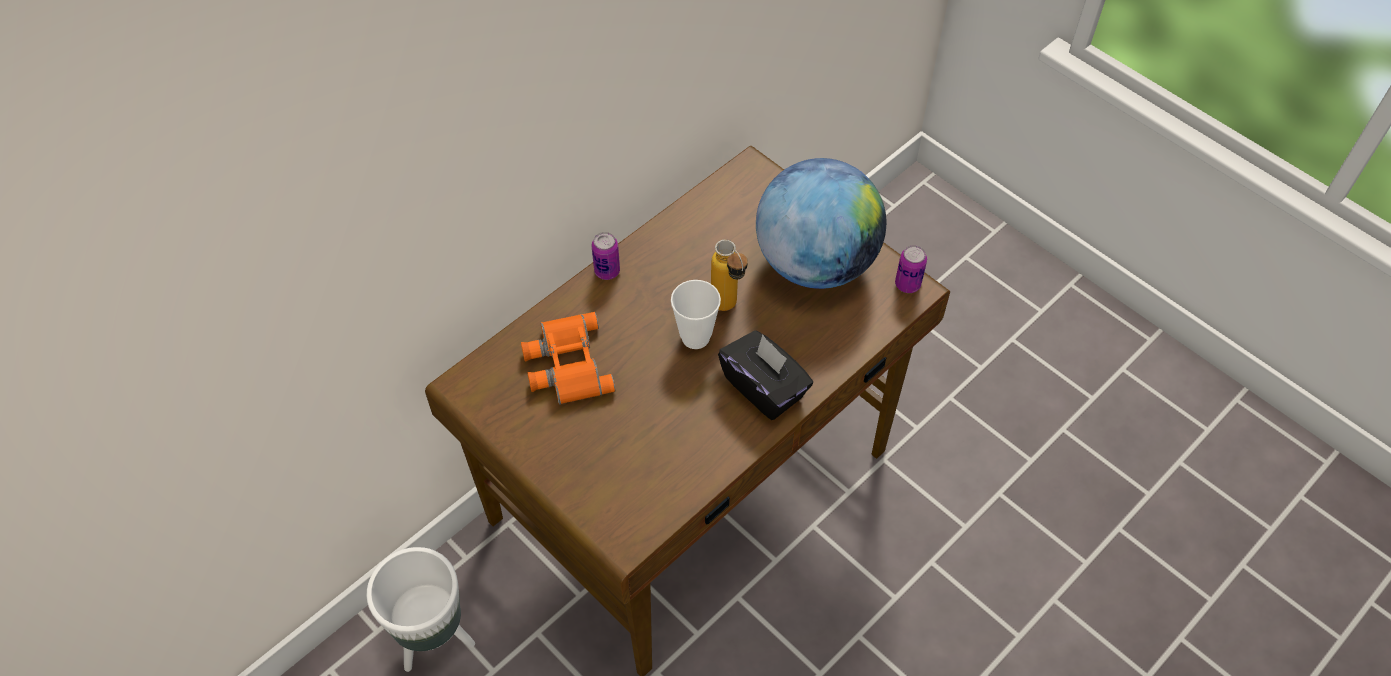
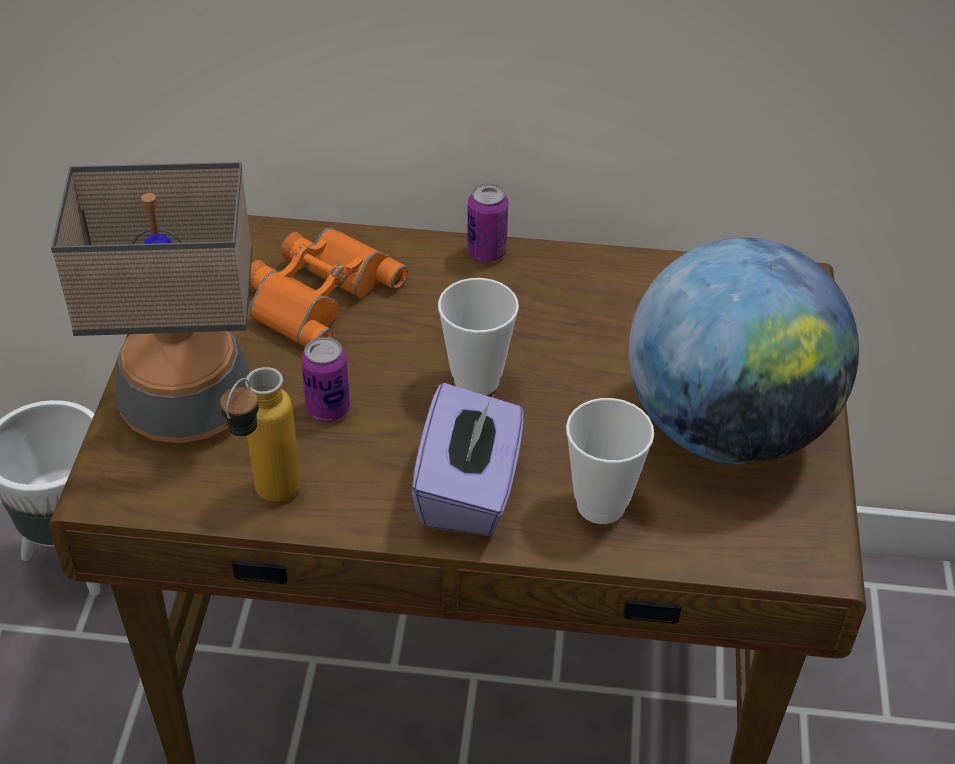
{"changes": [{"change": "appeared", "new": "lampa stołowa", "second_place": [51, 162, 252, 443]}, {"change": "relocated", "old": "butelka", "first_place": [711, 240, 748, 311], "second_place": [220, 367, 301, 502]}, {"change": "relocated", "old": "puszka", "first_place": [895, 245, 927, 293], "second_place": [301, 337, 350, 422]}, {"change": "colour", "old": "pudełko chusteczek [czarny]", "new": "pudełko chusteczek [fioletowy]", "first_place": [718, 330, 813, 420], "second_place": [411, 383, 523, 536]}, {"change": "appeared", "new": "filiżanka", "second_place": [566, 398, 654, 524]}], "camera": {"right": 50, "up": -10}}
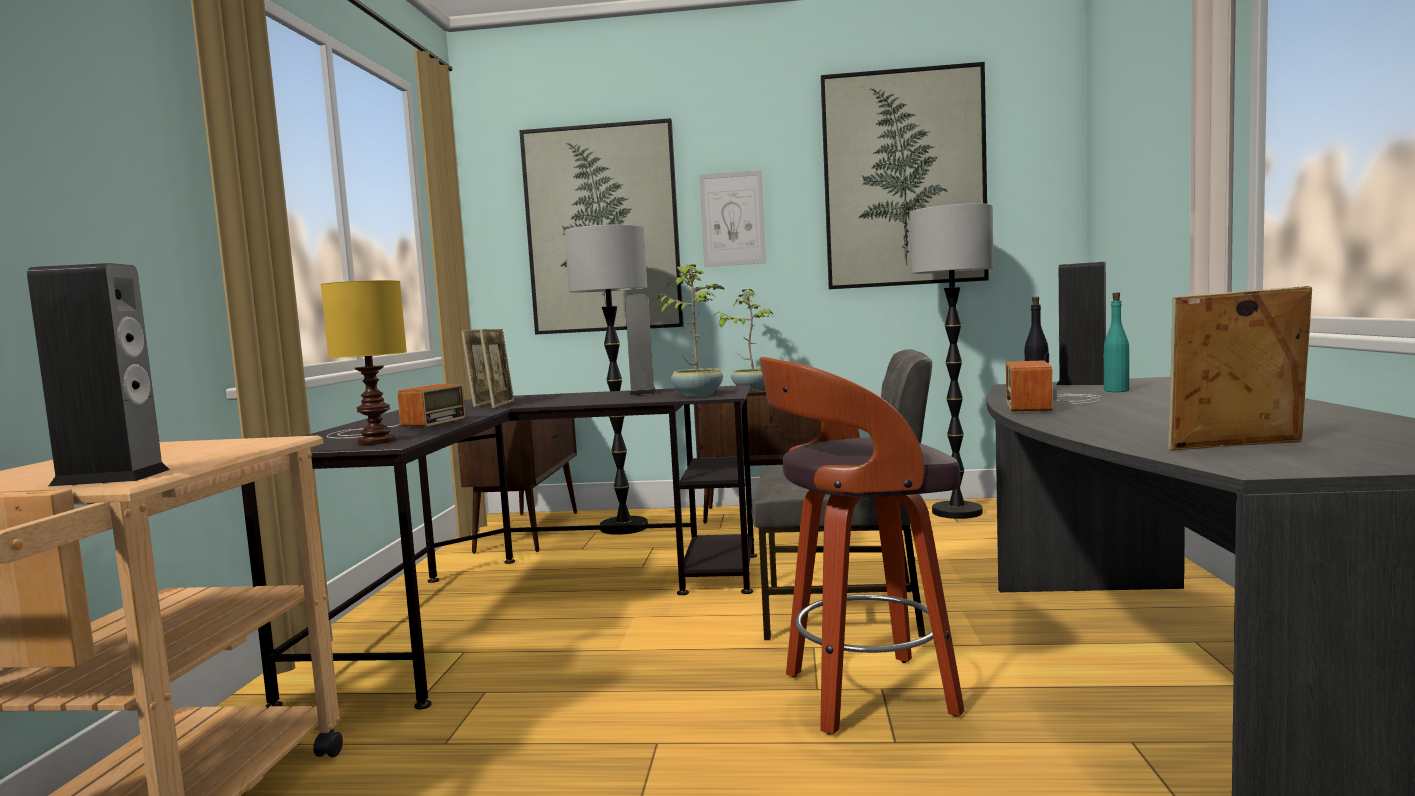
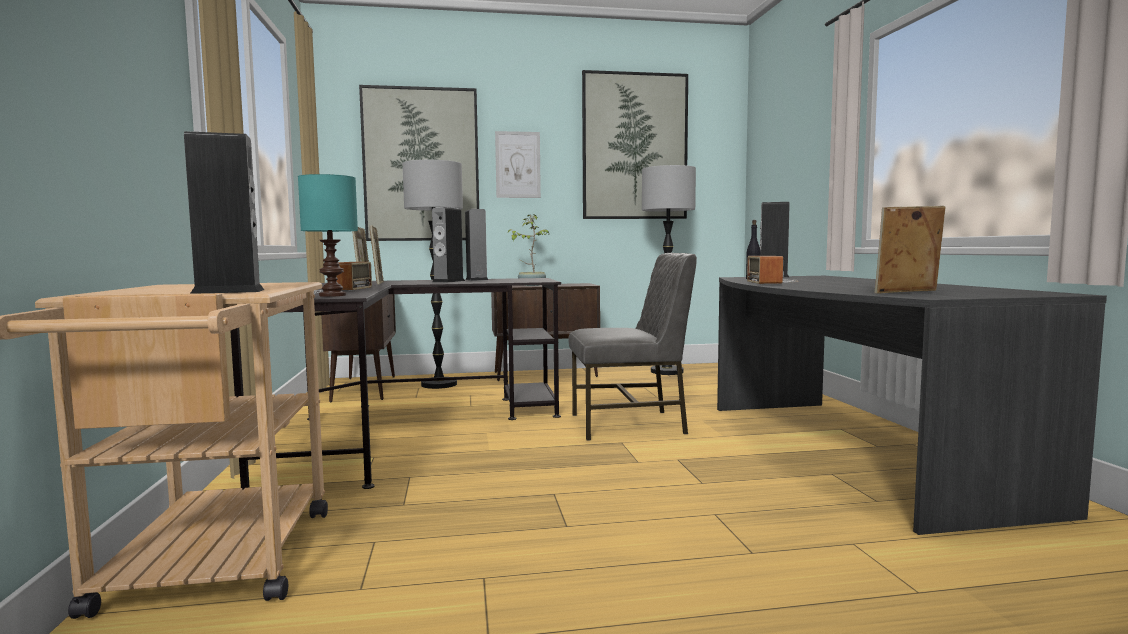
{"changes": [{"change": "colour", "old": "lampa stołowa [żółty]", "new": "lampa stołowa [turkusowy]", "first_place": [321, 280, 407, 445], "second_place": [298, 174, 358, 297]}, {"change": "appeared", "new": "głośnik", "second_place": [432, 207, 465, 282]}, {"change": "missing", "old": "roślina doniczkowa", "first_place": [656, 264, 725, 397]}, {"change": "missing", "old": "stołek", "first_place": [759, 357, 965, 735]}, {"change": "missing", "old": "butelka [turkusowy]", "first_place": [1103, 292, 1129, 392]}], "camera": {"right": -15, "up": 0}}
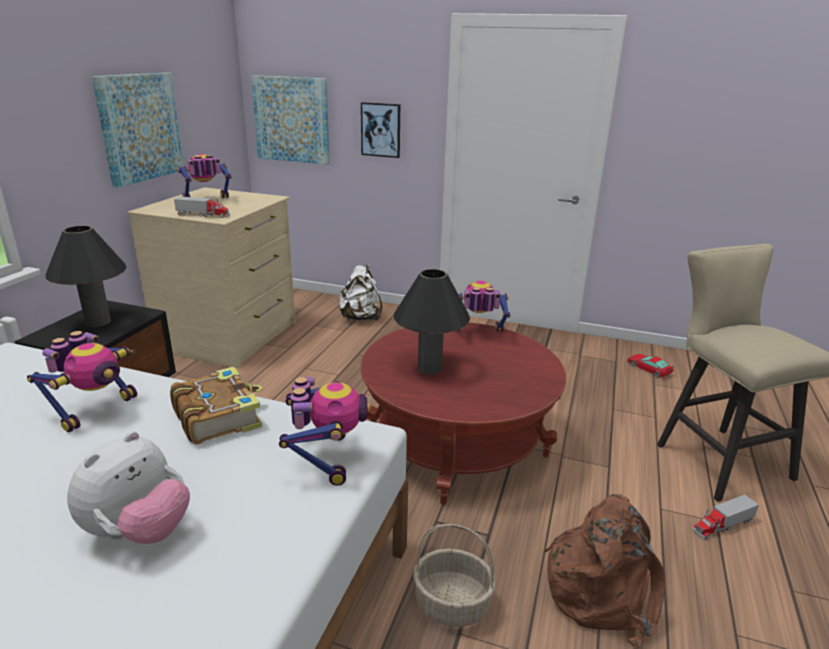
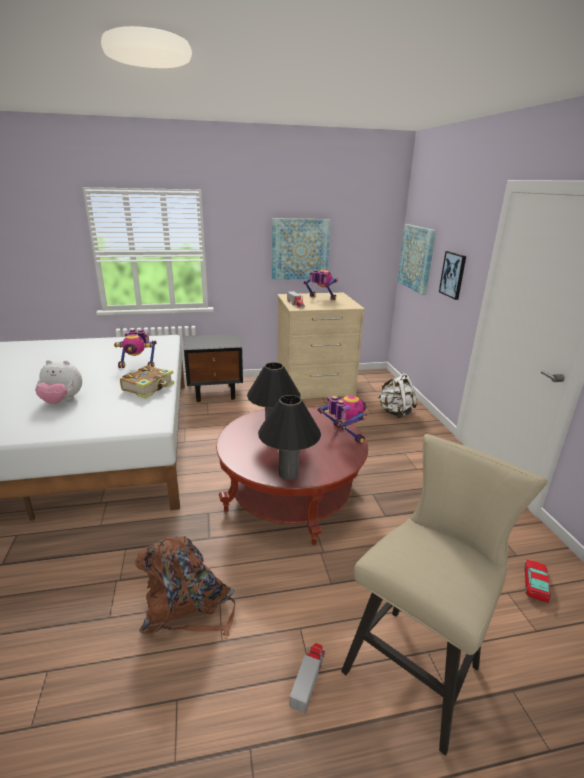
{"changes": [{"change": "relocated", "old": "lampa stołowa [czarny]", "first_place": [45, 226, 126, 327], "second_place": [258, 395, 321, 480]}, {"change": "spun", "old": "ciężarówka zabawkowa", "first_place": [692, 495, 759, 539], "second_place": [289, 643, 325, 713], "degrees": 75}, {"change": "missing", "old": "robot zabawkowy", "first_place": [279, 377, 370, 486]}, {"change": "missing", "old": "koszyk", "first_place": [413, 524, 496, 627]}], "camera": {"right": 60, "up": 0}}
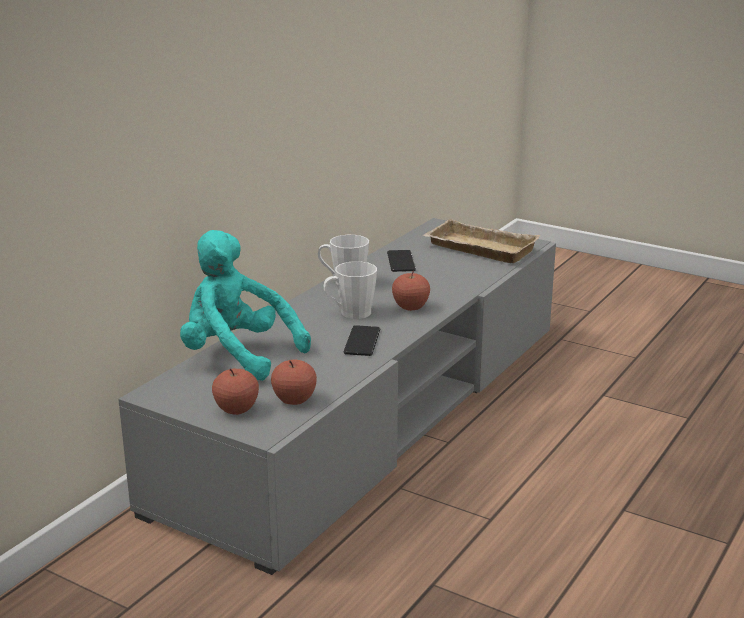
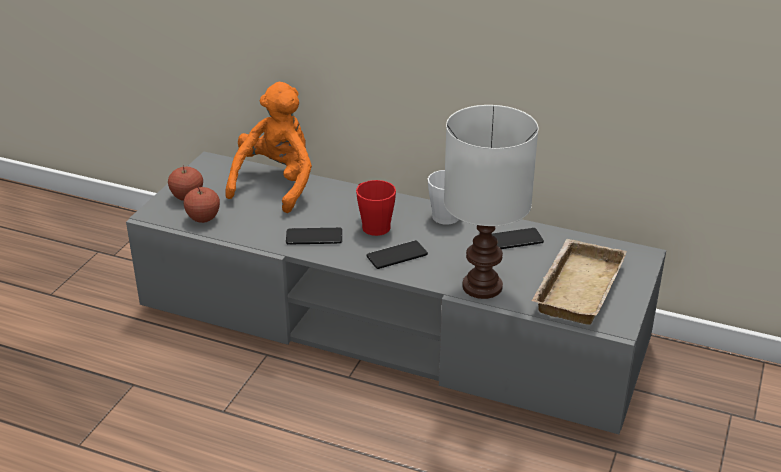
{"changes": [{"change": "colour", "old": "pluszak [turkusowy]", "new": "pluszak [pomarańczowy]", "first_place": [180, 230, 311, 381], "second_place": [225, 82, 312, 213]}, {"change": "colour", "old": "kubek [biały]", "new": "kubek [czerwony]", "first_place": [323, 261, 377, 319], "second_place": [356, 180, 396, 236]}, {"change": "exchanged", "old": "jabłko", "new": "telefon", "first_place": [392, 271, 430, 311], "second_place": [366, 240, 428, 269]}, {"change": "appeared", "new": "lampa stołowa [biały]", "second_place": [444, 105, 538, 299]}], "camera": {"right": 80, "up": 10}}
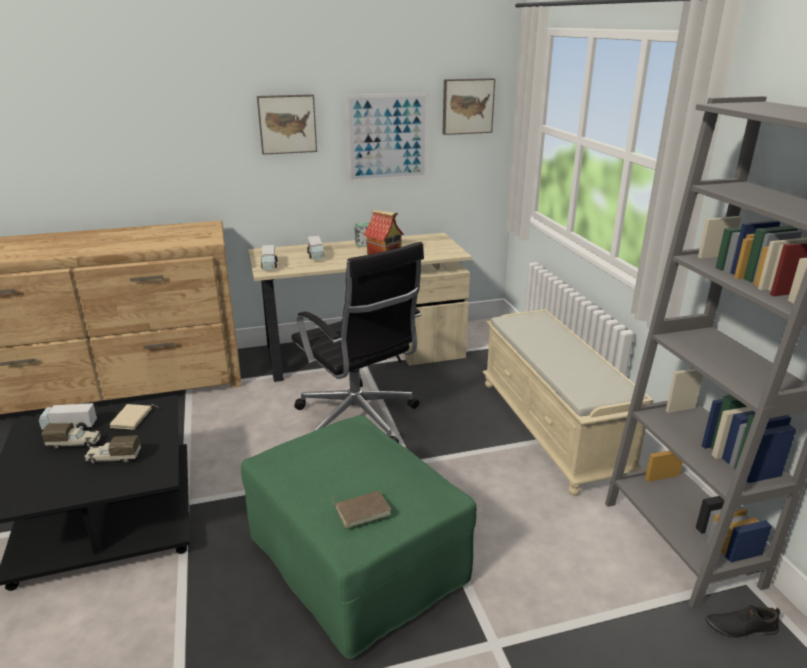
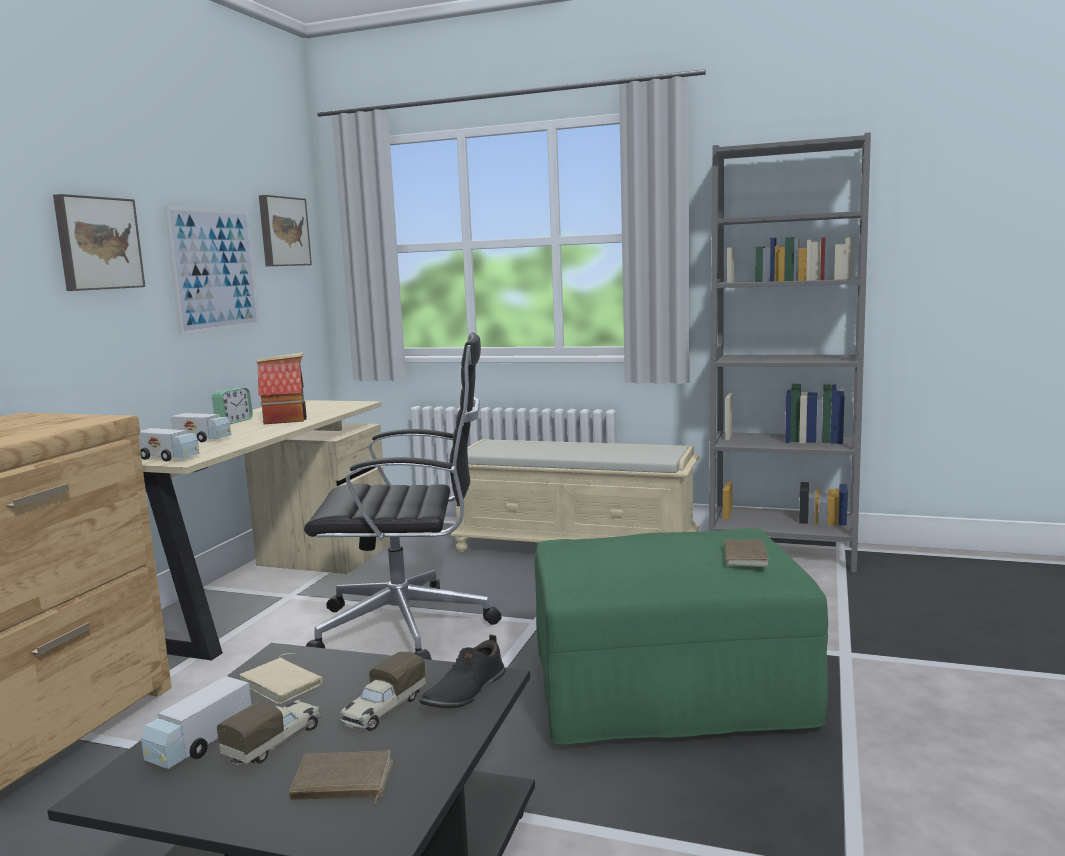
{"changes": [{"change": "appeared", "new": "książka [brązowy]", "second_place": [289, 751, 393, 803]}, {"change": "relocated", "old": "but [czarny]", "first_place": [706, 605, 781, 638], "second_place": [419, 634, 506, 708]}], "camera": {"right": -55, "up": -15}}
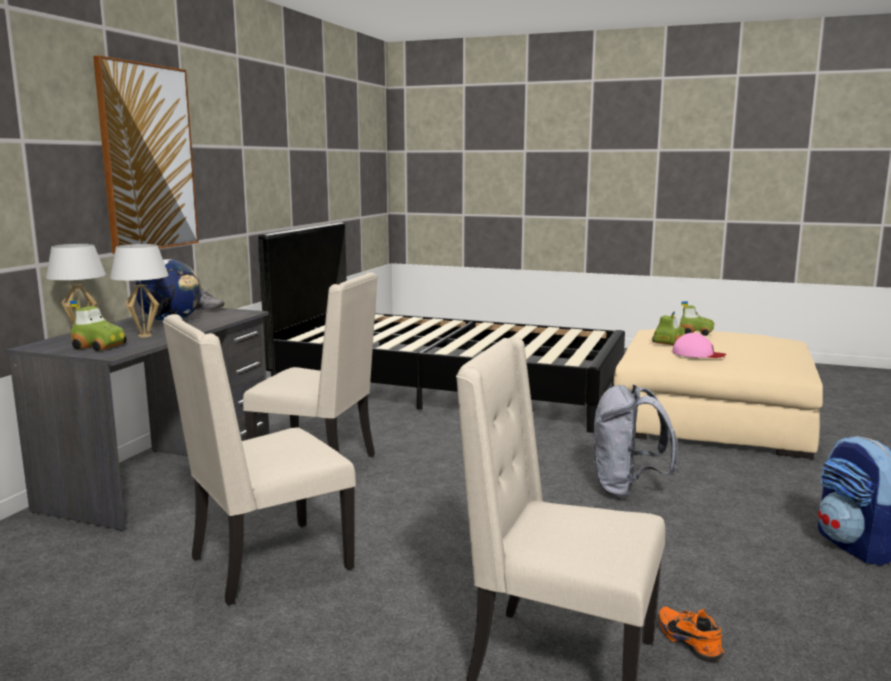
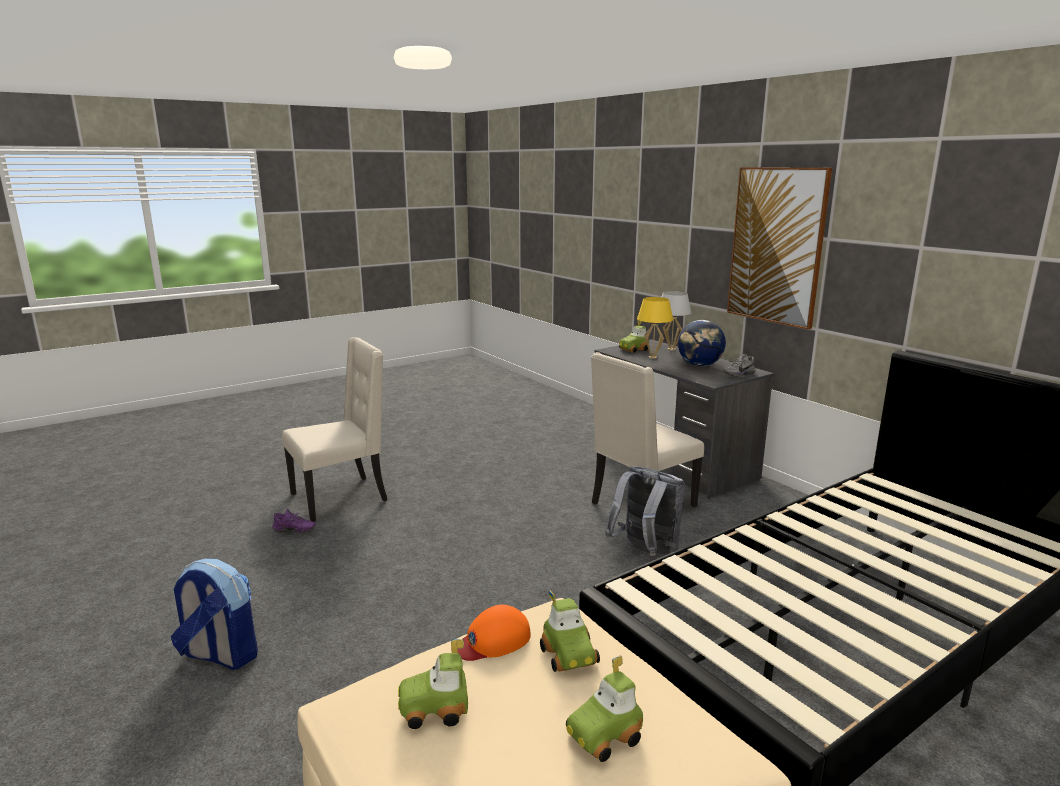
{"changes": [{"change": "colour", "old": "but [pomarańczowy]", "new": "but [fioletowy]", "first_place": [659, 607, 725, 662], "second_place": [272, 509, 316, 533]}, {"change": "appeared", "new": "samochodzik", "second_place": [398, 639, 468, 729]}, {"change": "colour", "old": "czapka z daszkiem [różowy]", "new": "czapka z daszkiem [pomarańczowy]", "first_place": [672, 333, 726, 358], "second_place": [451, 605, 531, 661]}, {"change": "relocated", "old": "plecak [szary]", "first_place": [593, 385, 678, 498], "second_place": [605, 466, 685, 558]}, {"change": "colour", "old": "lampa stołowa [biały]", "new": "lampa stołowa [żółty]", "first_place": [110, 244, 169, 338], "second_place": [637, 297, 673, 359]}, {"change": "missing", "old": "krzesło [beżowy]", "first_place": [163, 314, 356, 605]}], "camera": {"right": 125, "up": 5}}
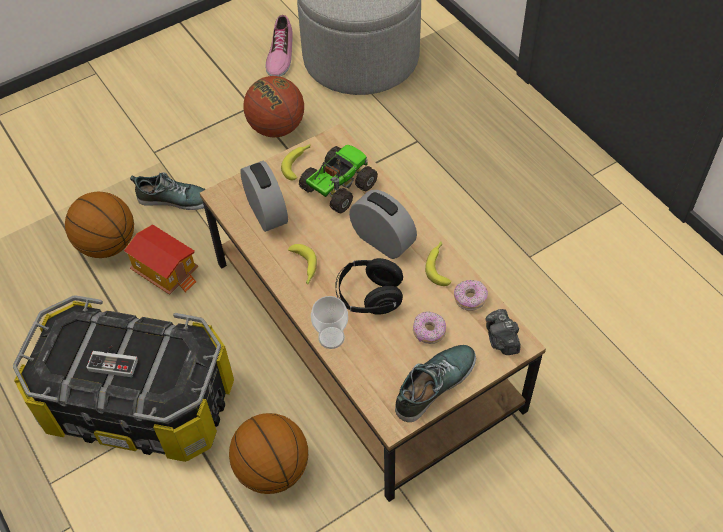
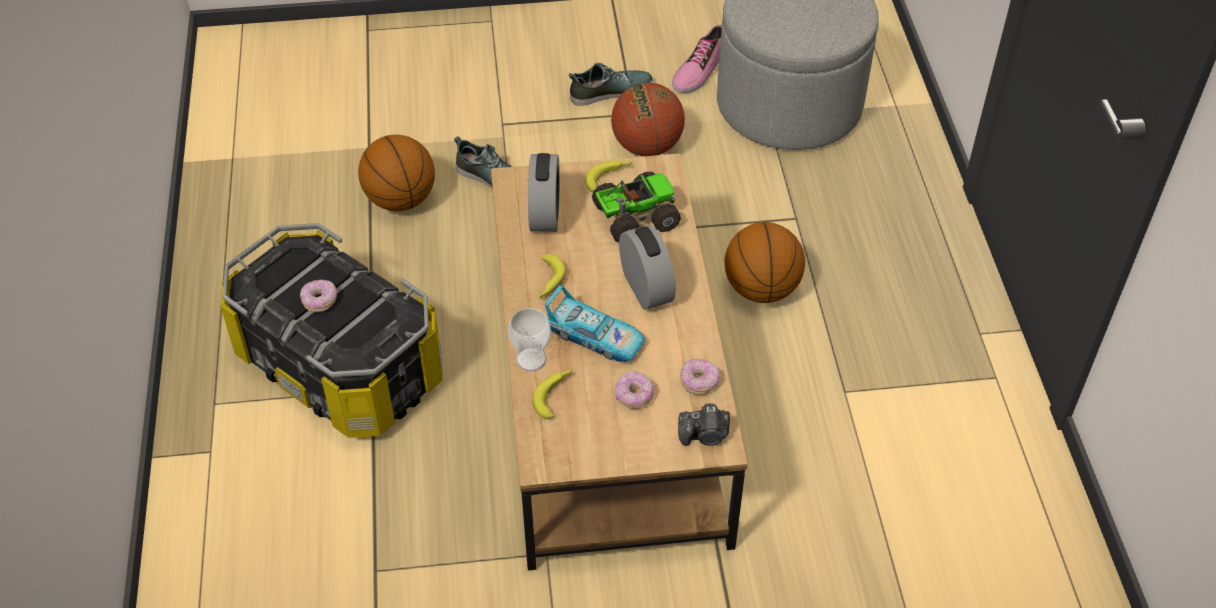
{"changes": [{"change": "exchanged", "old": "pad do gier", "new": "donut", "first_place": [86, 346, 138, 377], "second_place": [300, 280, 337, 312]}, {"change": "relocated", "old": "banan", "first_place": [425, 241, 452, 286], "second_place": [532, 369, 572, 419]}, {"change": "exchanged", "old": "słuchawki [czarny]", "new": "samochodzik", "first_place": [335, 258, 403, 315], "second_place": [545, 285, 646, 362]}, {"change": "relocated", "old": "but", "first_place": [395, 345, 476, 422], "second_place": [569, 63, 653, 106]}, {"change": "spun", "old": "aparat fotograficzny", "first_place": [486, 309, 521, 355], "second_place": [678, 404, 730, 446], "degrees": -105}, {"change": "relocated", "old": "piłka do koszykówki", "first_place": [229, 413, 308, 494], "second_place": [725, 222, 805, 303]}, {"change": "missing", "old": "domek", "first_place": [124, 224, 198, 294]}], "camera": {"right": 25, "up": -5}}
